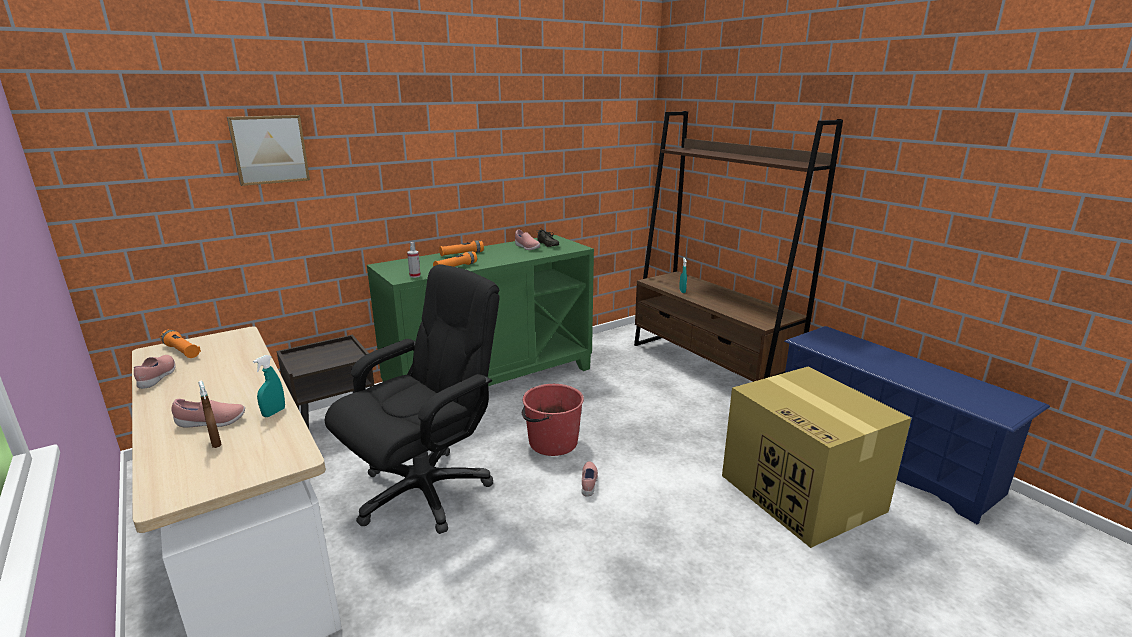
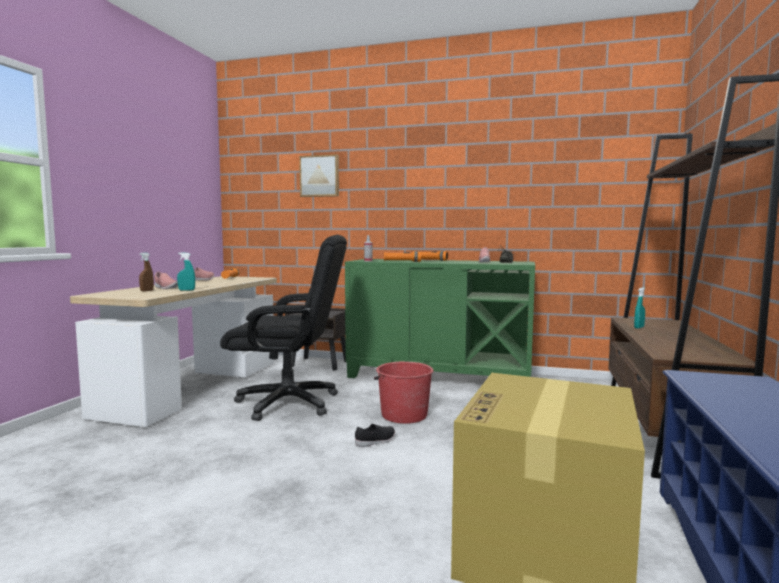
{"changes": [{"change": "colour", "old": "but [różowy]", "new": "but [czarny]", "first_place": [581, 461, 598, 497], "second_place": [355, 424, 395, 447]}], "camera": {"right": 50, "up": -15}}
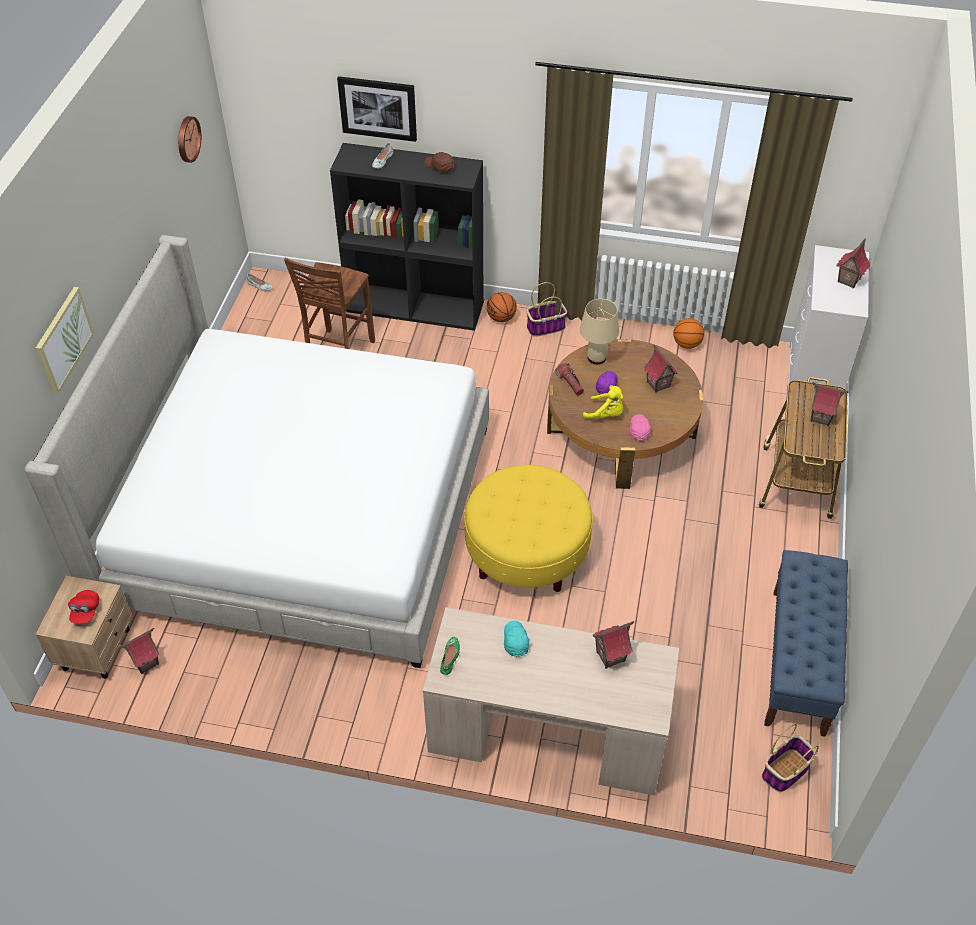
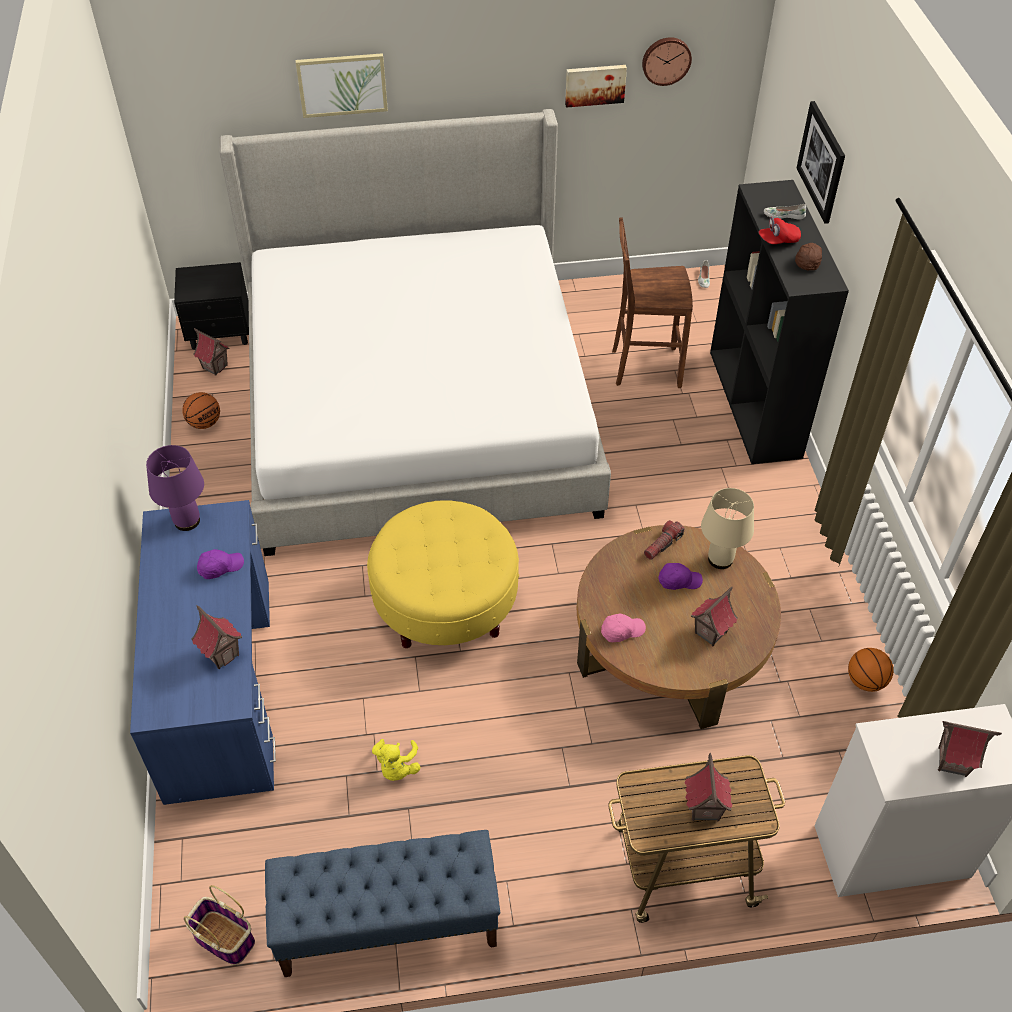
{"changes": [{"change": "colour", "old": "biurko [beżowy]", "new": "biurko [niebieski]", "first_place": [423, 607, 679, 795], "second_place": [130, 500, 276, 805]}, {"change": "exchanged", "old": "but [zielony]", "new": "lampa stołowa [fioletowy]", "first_place": [440, 637, 460, 675], "second_place": [146, 445, 204, 531]}, {"change": "colour", "old": "szafka nocna [beżowy]", "new": "szafka nocna [czarny]", "first_place": [35, 576, 132, 679], "second_place": [174, 262, 249, 350]}, {"change": "relocated", "old": "piłka do koszykówki", "first_place": [487, 292, 517, 322], "second_place": [182, 392, 220, 429]}, {"change": "colour", "old": "czapka z daszkiem [turkusowy]", "new": "czapka z daszkiem [fioletowy]", "first_place": [504, 621, 529, 657], "second_place": [197, 549, 244, 579]}, {"change": "relocated", "old": "pluszak [żółty]", "first_place": [583, 385, 623, 419], "second_place": [372, 739, 420, 781]}, {"change": "appeared", "new": "obraz", "second_place": [565, 65, 627, 108]}, {"change": "relocated", "old": "czapka z daszkiem [czerwony]", "first_place": [68, 590, 99, 624], "second_place": [758, 217, 801, 244]}, {"change": "missing", "old": "koszyk", "first_place": [527, 282, 567, 337]}], "camera": {"right": 70, "up": 0}}
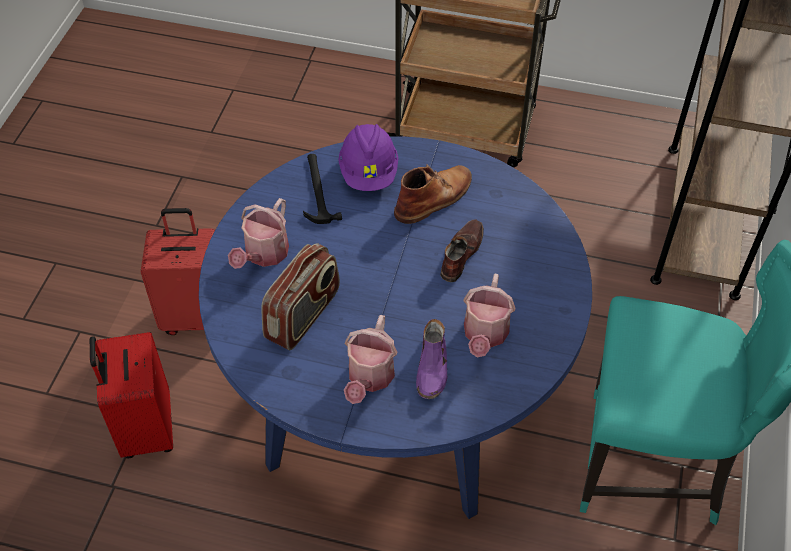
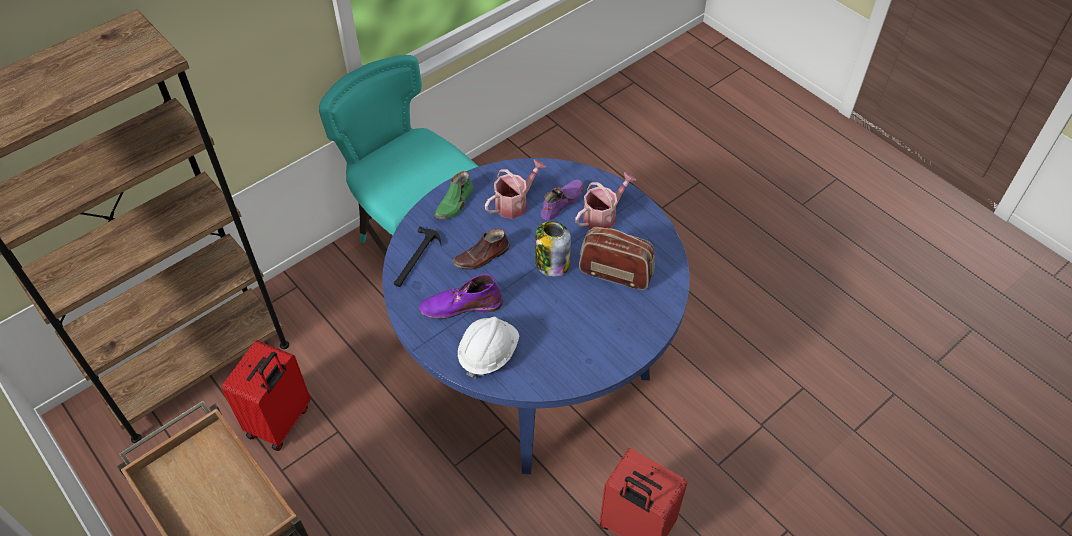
{"changes": [{"change": "relocated", "old": "walizka [czerwony]", "first_place": [90, 332, 173, 458], "second_place": [222, 340, 310, 451]}, {"change": "relocated", "old": "młotek", "first_place": [303, 154, 342, 224], "second_place": [394, 227, 442, 287]}, {"change": "colour", "old": "but z cholewką [brązowy]", "new": "but z cholewką [fioletowy]", "first_place": [394, 164, 472, 224], "second_place": [419, 274, 503, 319]}, {"change": "appeared", "new": "but [zielony]", "second_place": [434, 171, 473, 219]}, {"change": "colour", "old": "kask [fioletowy]", "new": "kask [biały]", "first_place": [338, 124, 398, 191], "second_place": [458, 317, 519, 379]}, {"change": "appeared", "new": "słoik", "second_place": [535, 221, 571, 277]}, {"change": "spun", "old": "radio", "first_place": [261, 243, 340, 351], "second_place": [579, 227, 655, 290], "degrees": 45}, {"change": "missing", "old": "konewka", "first_place": [228, 198, 289, 269]}], "camera": {"right": -145, "up": 0}}
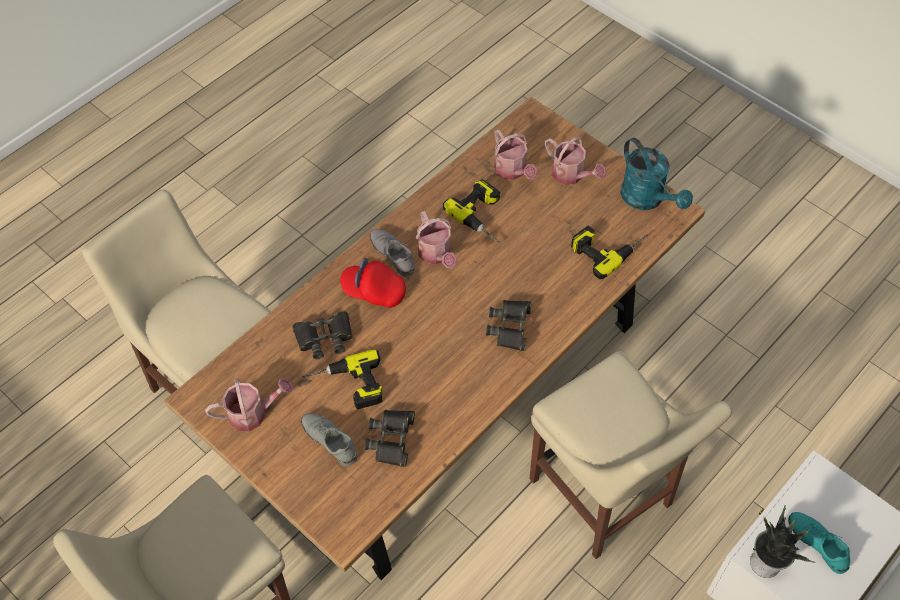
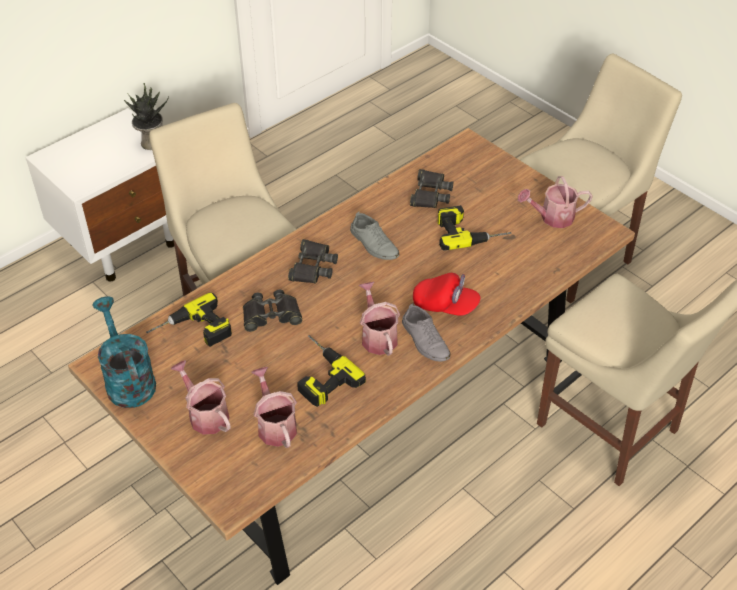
{"changes": [{"change": "relocated", "old": "lornetka [czarny]", "first_place": [292, 311, 353, 359], "second_place": [243, 289, 302, 332]}, {"change": "relocated", "old": "but [szary]", "first_place": [301, 413, 357, 466], "second_place": [350, 211, 399, 260]}, {"change": "missing", "old": "but [turkusowy]", "first_place": [788, 512, 850, 574]}], "camera": {"right": -175, "up": -10}}
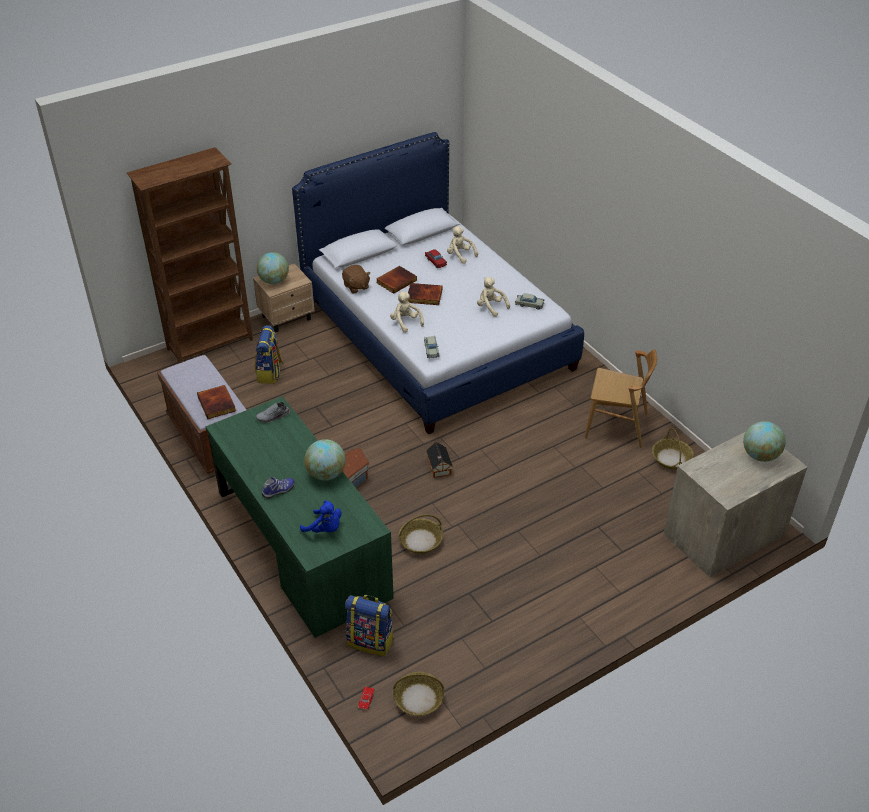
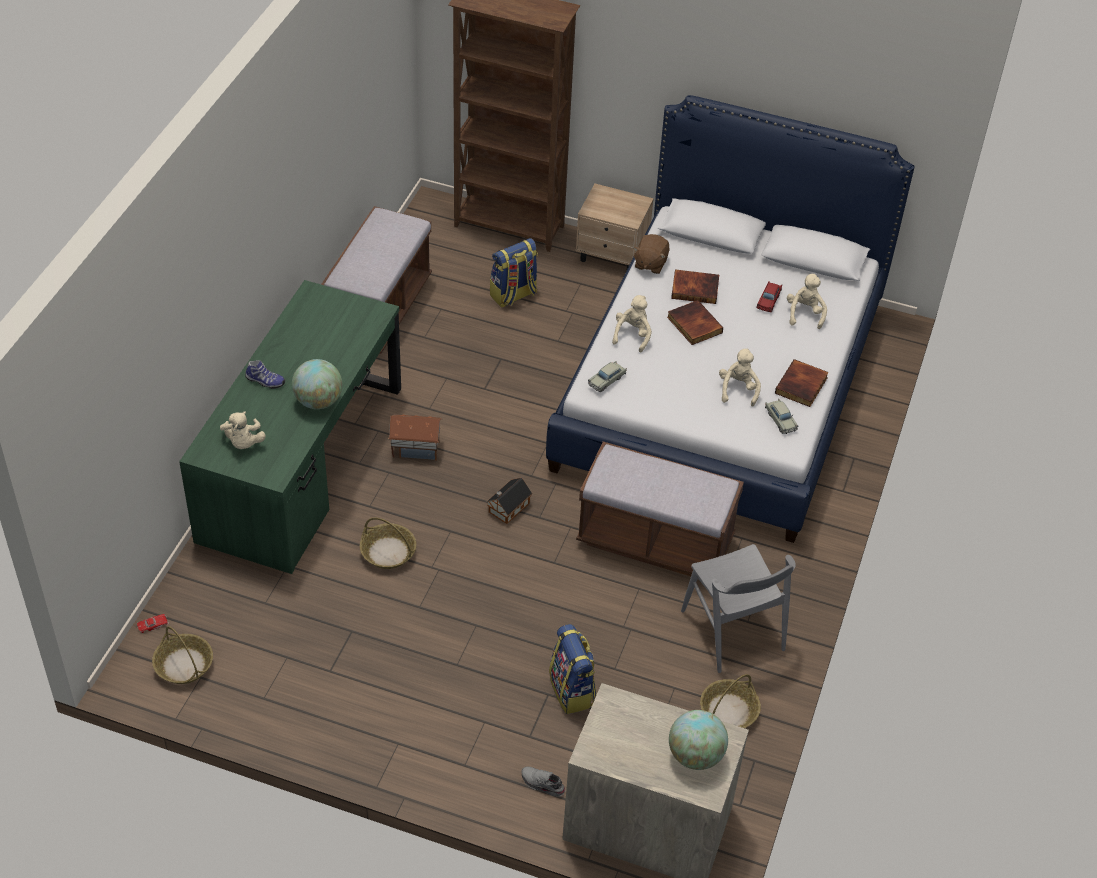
{"changes": [{"change": "colour", "old": "pluszak [niebieski]", "new": "pluszak [beżowy]", "first_place": [300, 501, 342, 533], "second_place": [220, 411, 266, 449]}, {"change": "relocated", "old": "but [szary]", "first_place": [256, 402, 290, 423], "second_place": [521, 767, 565, 797]}, {"change": "relocated", "old": "plecak", "first_place": [345, 595, 394, 656], "second_place": [549, 624, 597, 714]}, {"change": "appeared", "new": "ławka [brązowy]", "second_place": [576, 442, 744, 576]}, {"change": "colour", "old": "krzesło [brązowy]", "new": "krzesło [szary]", "first_place": [585, 350, 657, 448], "second_place": [681, 544, 796, 673]}, {"change": "relocated", "old": "książka", "first_place": [197, 385, 236, 419], "second_place": [775, 359, 829, 407]}, {"change": "missing", "old": "globus", "first_place": [257, 252, 289, 284]}], "camera": {"right": 50, "up": 5}}
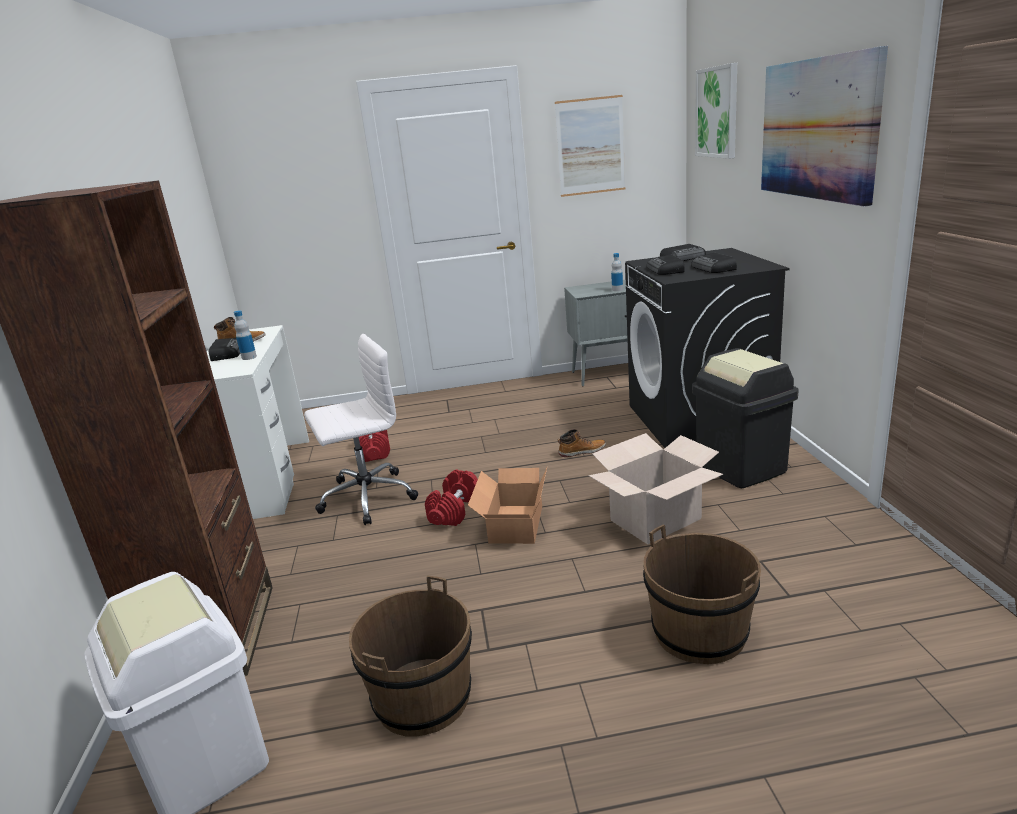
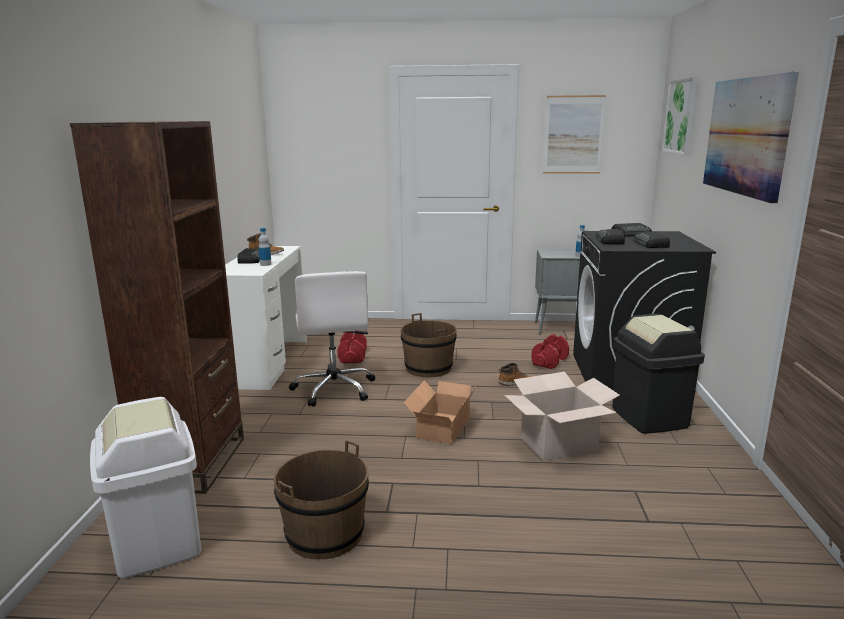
{"changes": [{"change": "spun", "old": "krzesło biurowe [biały]", "first_place": [304, 334, 418, 525], "second_place": [289, 271, 375, 407], "degrees": 90}, {"change": "relocated", "old": "wiadro [brązowy]", "first_place": [643, 525, 761, 664], "second_place": [401, 313, 457, 377]}, {"change": "relocated", "old": "hantel [czerwony]", "first_place": [425, 470, 478, 526], "second_place": [531, 334, 569, 369]}], "camera": {"right": 10, "up": -5}}
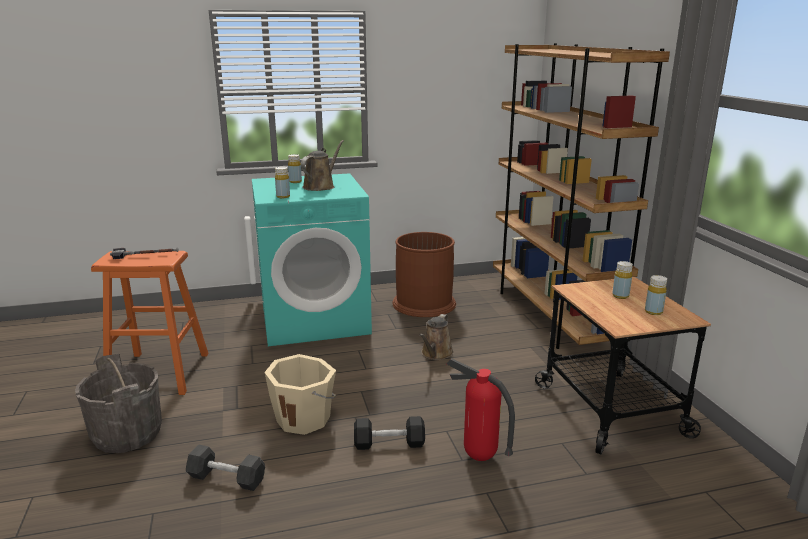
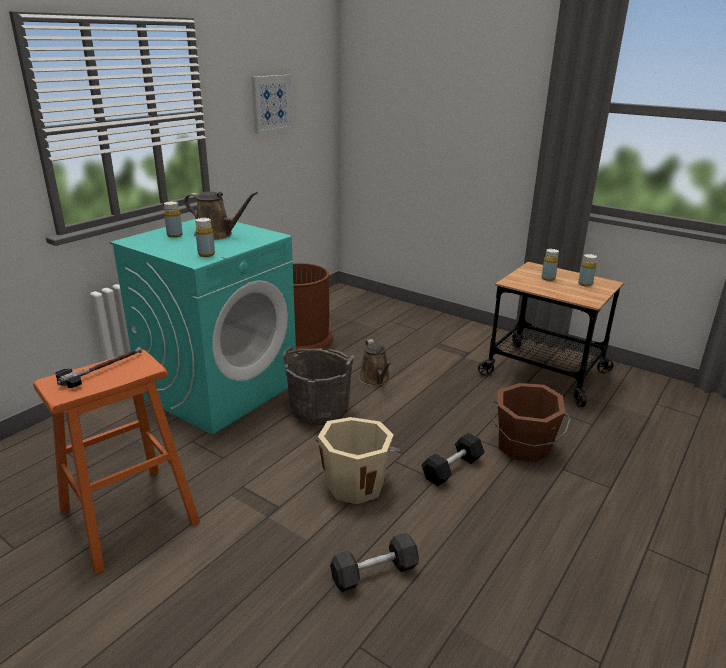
{"changes": [{"change": "spun", "old": "konewka [brązowy]", "first_place": [301, 140, 344, 191], "second_place": [184, 191, 258, 240], "degrees": 120}, {"change": "appeared", "new": "obraz", "second_place": [251, 75, 293, 134]}, {"change": "relocated", "old": "wiadro [szary]", "first_place": [75, 354, 162, 453], "second_place": [283, 347, 354, 425]}, {"change": "exchanged", "old": "gaśnica", "new": "wiadro [brązowy]", "first_place": [447, 358, 515, 461], "second_place": [488, 383, 570, 462]}, {"change": "missing", "old": "regał [brązowy]", "first_place": [493, 43, 670, 349]}], "camera": {"right": -40, "up": 5}}
